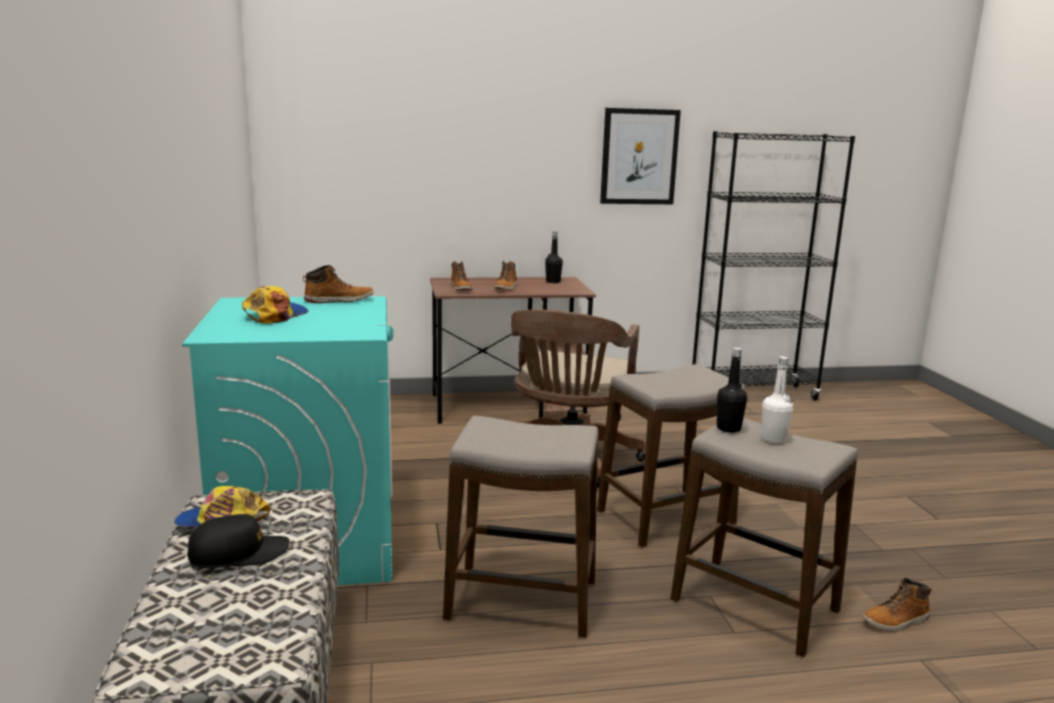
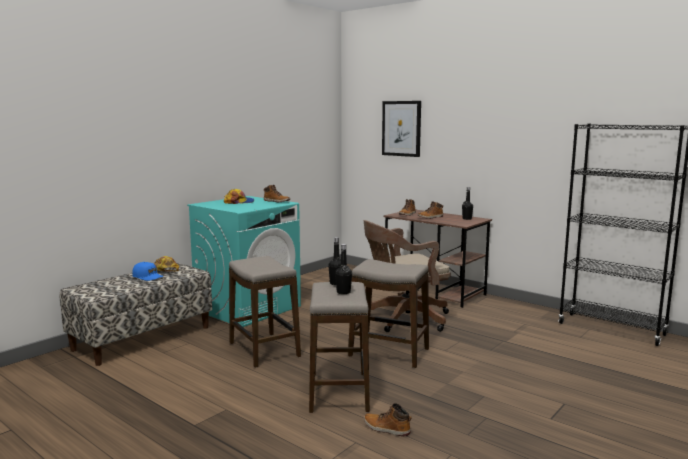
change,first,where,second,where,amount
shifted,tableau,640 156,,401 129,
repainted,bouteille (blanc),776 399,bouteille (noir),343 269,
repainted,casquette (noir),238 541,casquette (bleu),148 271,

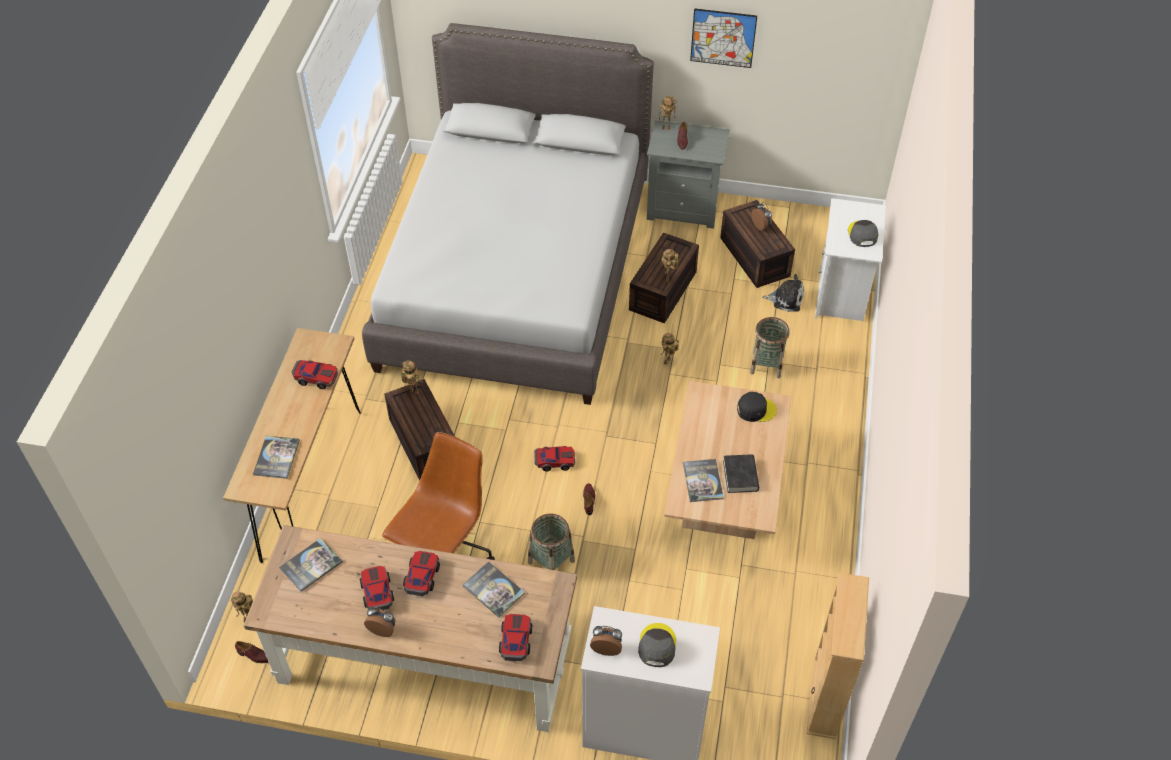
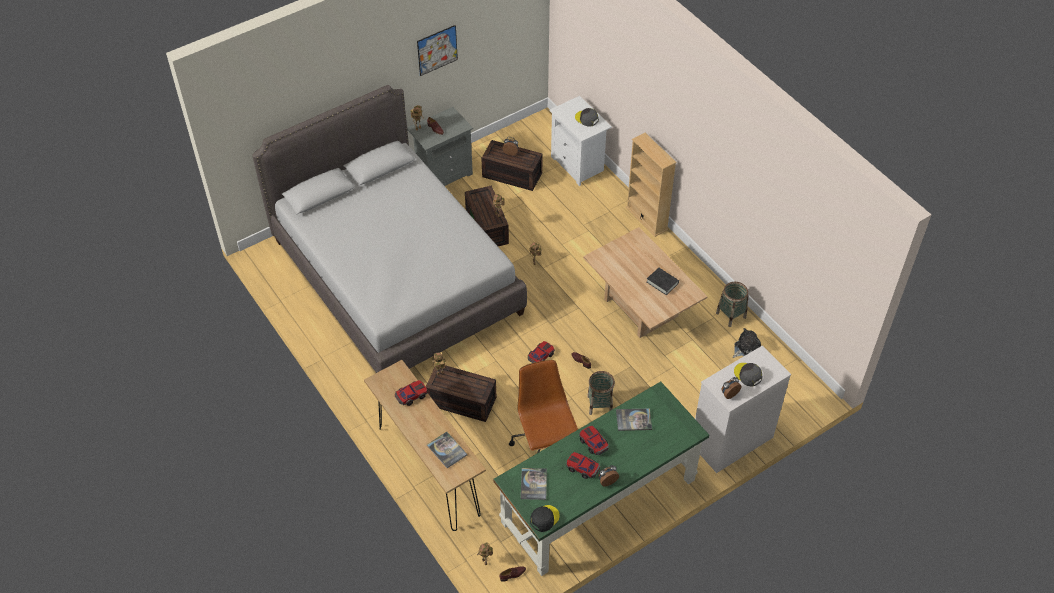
change,first,where,second,where,amount
shifted,peluche,783 293,,747 343,
shifted,panier,770 347,,732 304,
shifted,casquette (noir),757 407,,545 518,
gone,livre,703 480,,,
repainted,bureau (marron),410 628,bureau (vert),601 479,
shifted,bibliothèque (beige),838 655,,651 185,
gone,petite voiture,515 637,,,

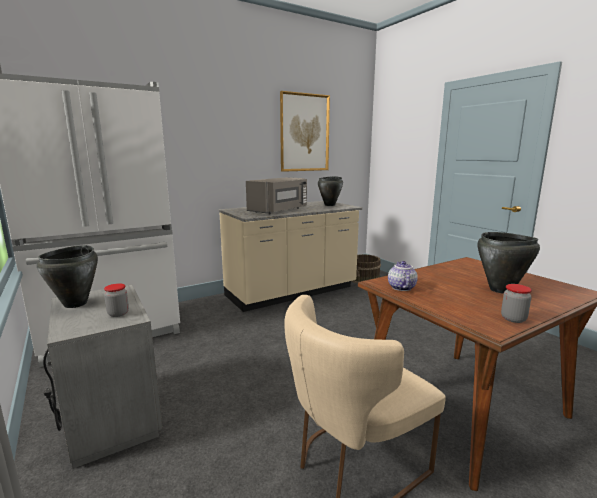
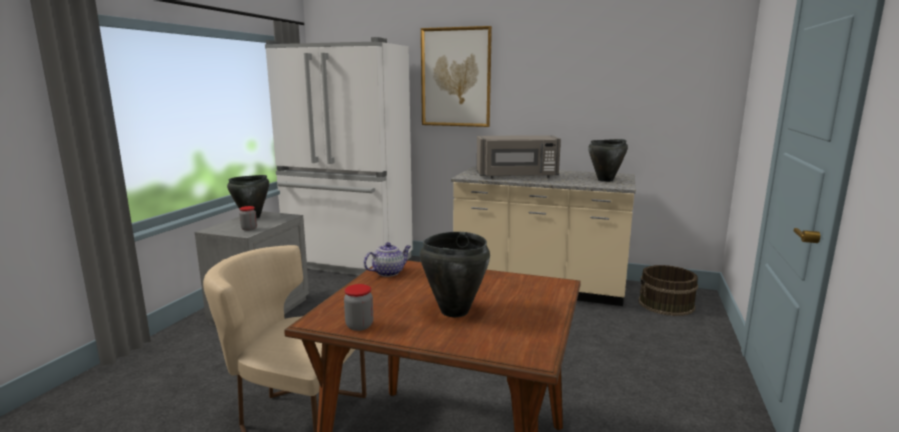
change,first,where,second,where,amount
shifted,tableau,305 131,,456 76,

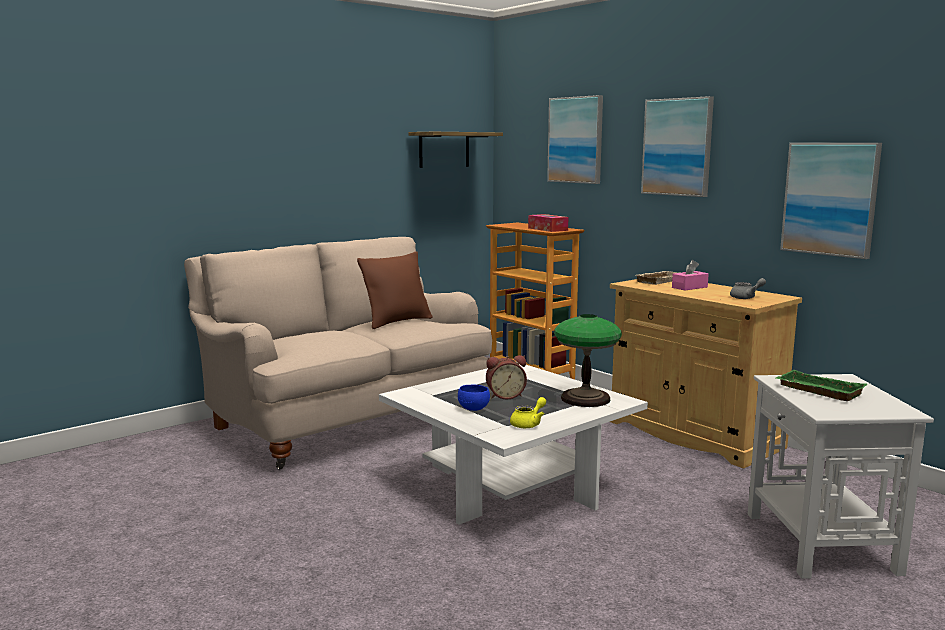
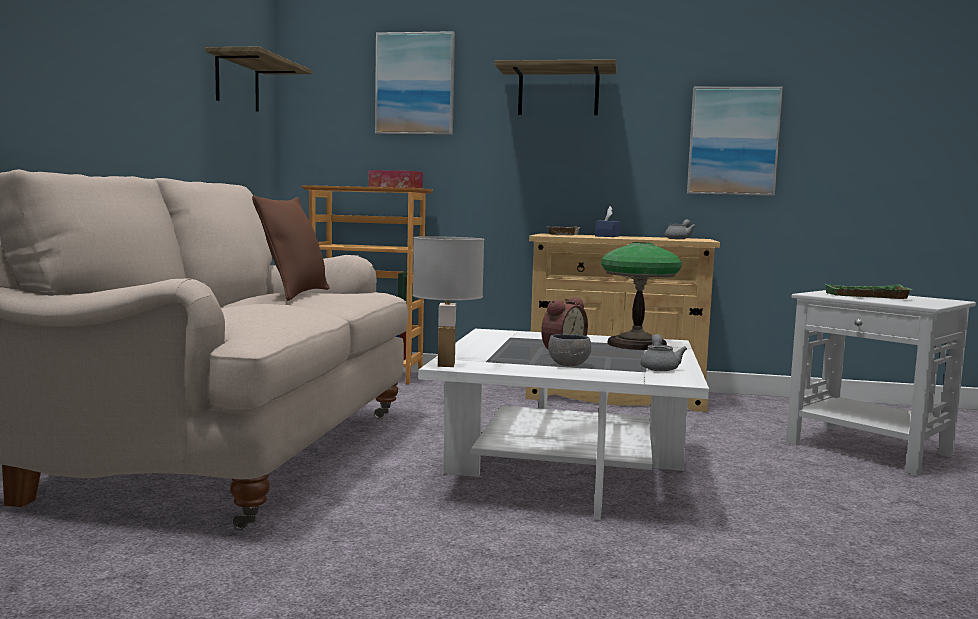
change,first,where,second,where,amount
swapped,tableau,677 146,étagère,555 87,
repainted,boîte à mouchoirs (rose),690 275,boîte à mouchoirs (bleu),607 221,
repainted,bol (bleu),474 398,bol (gris),569 350,
repainted,théière (jaune),528 412,théière (gris),663 352,
new,,,lampe de table (blanc),448 301,

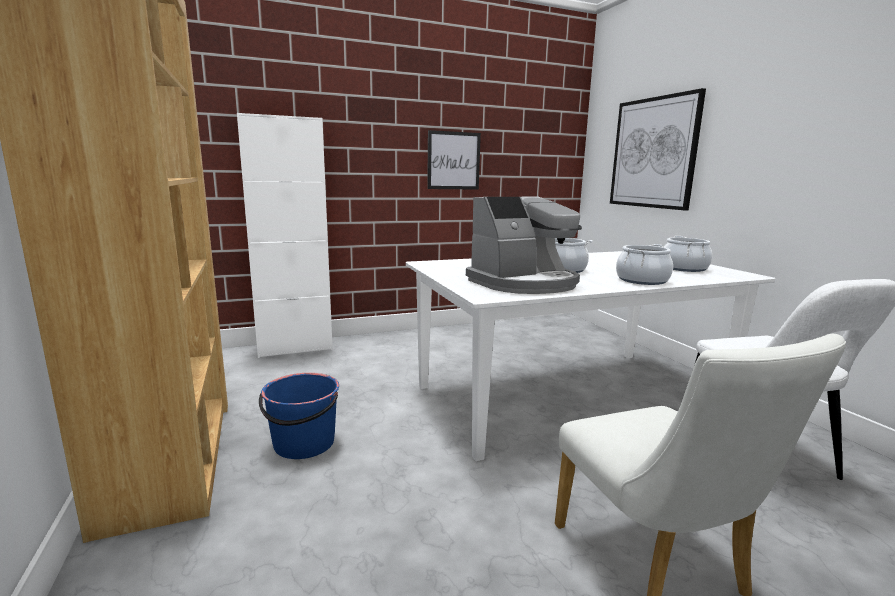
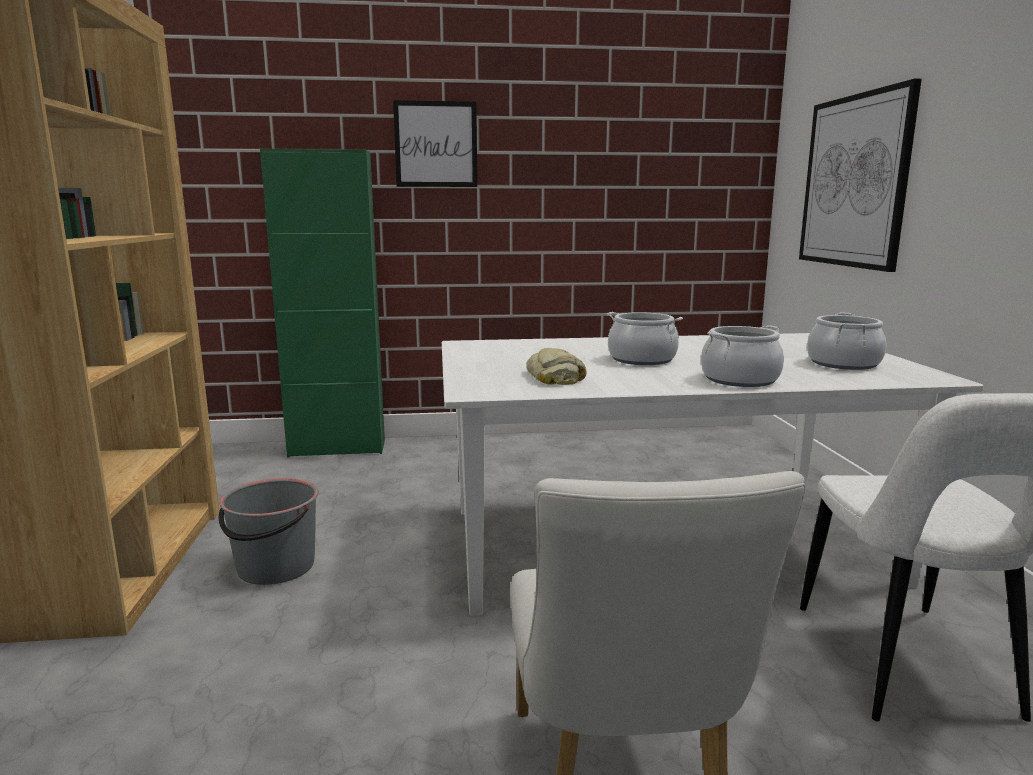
change,first,where,second,where,amount
repainted,meuble de rangement (blanc),285 235,meuble de rangement (vert),322 303,
shifted,tableau,454 160,,435 143,
swapped,machine à café,524 245,pain,556 366,
repainted,seau (bleu),299 416,seau (gris),269 531,

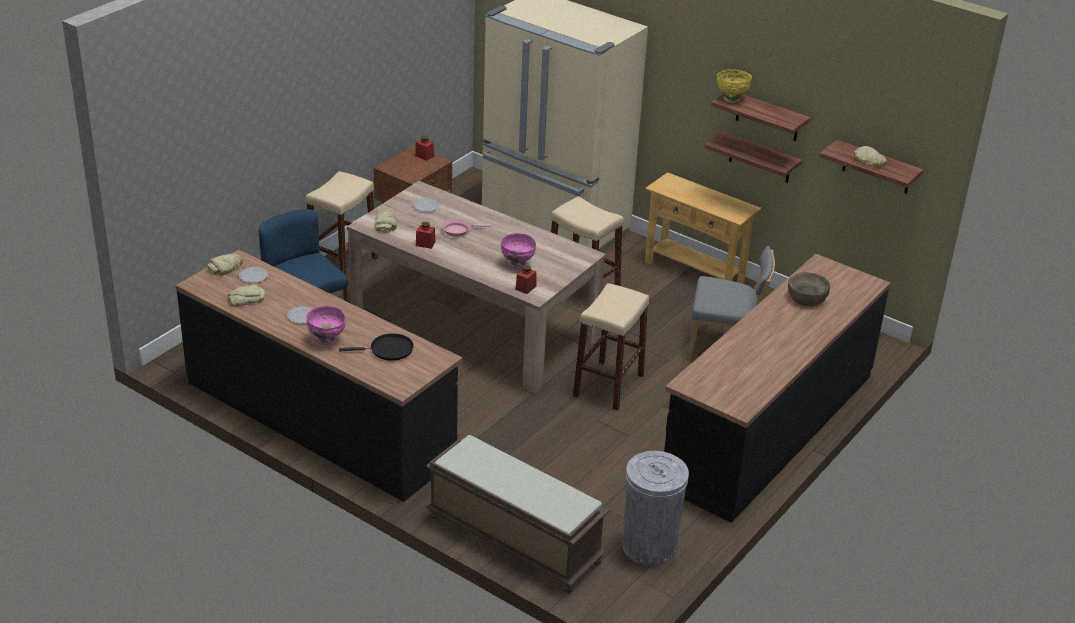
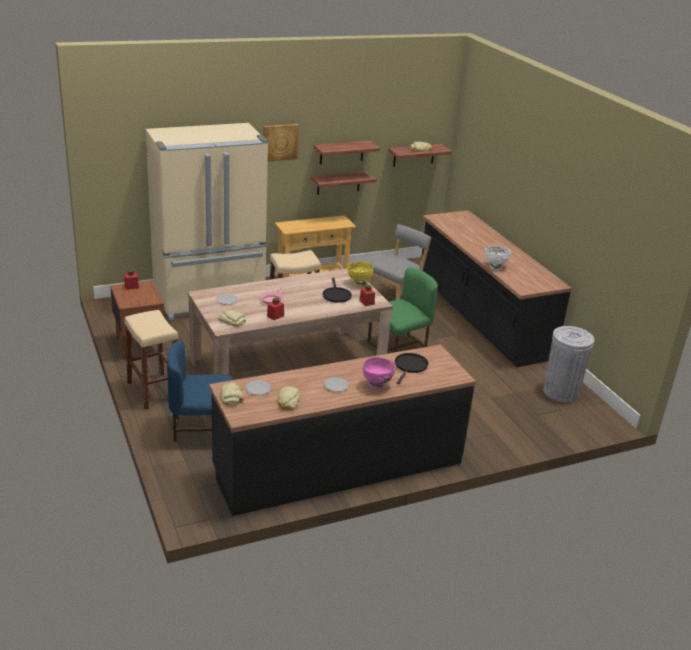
change,first,where,second,where,amount
shifted,bol (jaune),734 86,,360 274,
swapped,bol (rose),518 251,poêle (noir),337 290,
gone,bol (marron),809 289,,,
swapped,tabouret (beige),611 347,chaise (vert),403 310,
gone,banc (marron),518 514,,,
new,,,tableau,281 142,
new,,,bol (blanc),498 258,

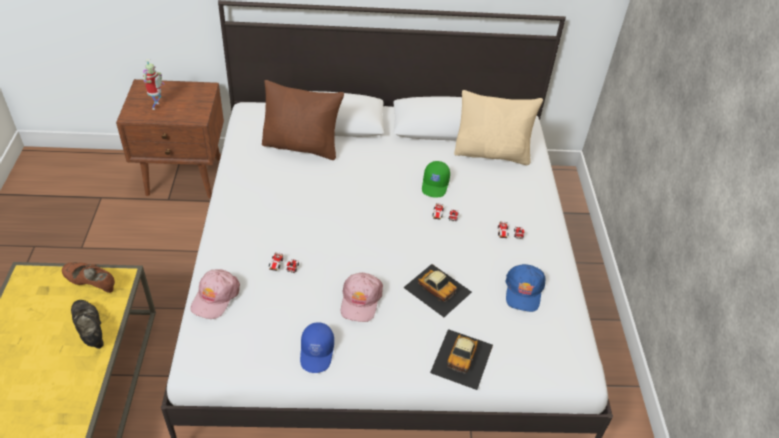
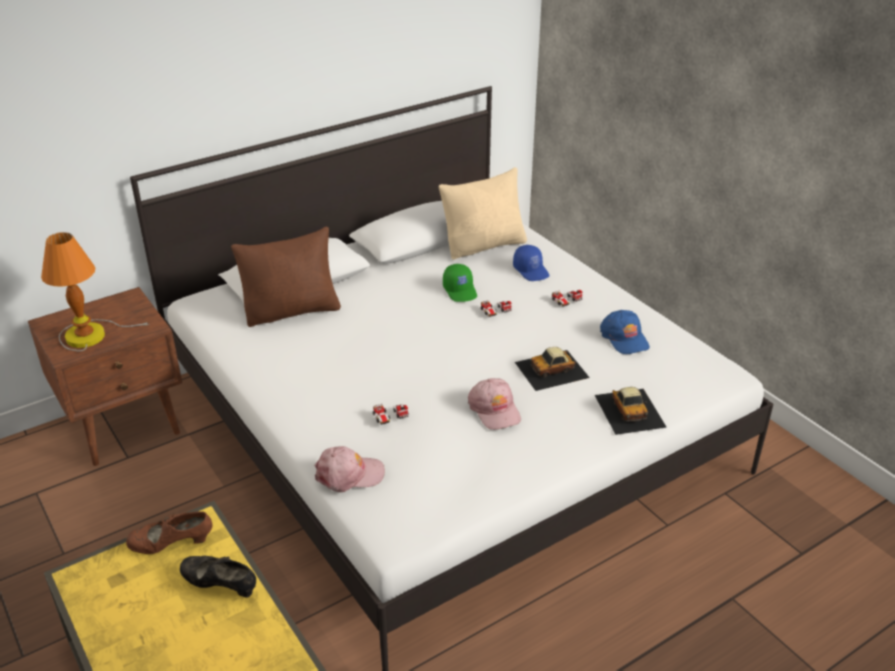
change,first,where,second,where,amount
swapped,robot jouet,153 84,lampe de table,95 291,
rotated,petite voiture,437 290,,552 369,150 degrees clockwise
rotated,casquette (rose),215 294,,349 469,90 degrees counterclockwise
shifted,casquette (bleu),317 347,,531 263,

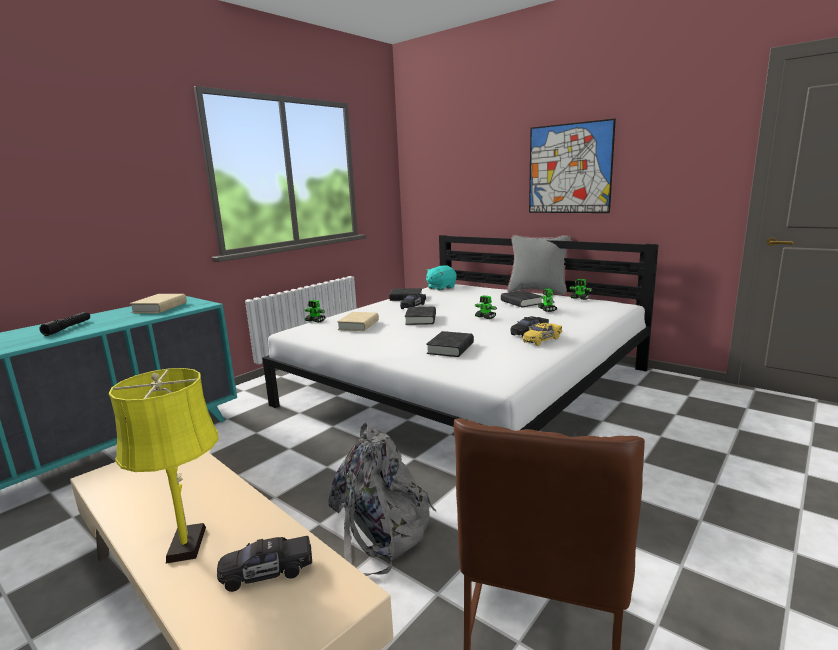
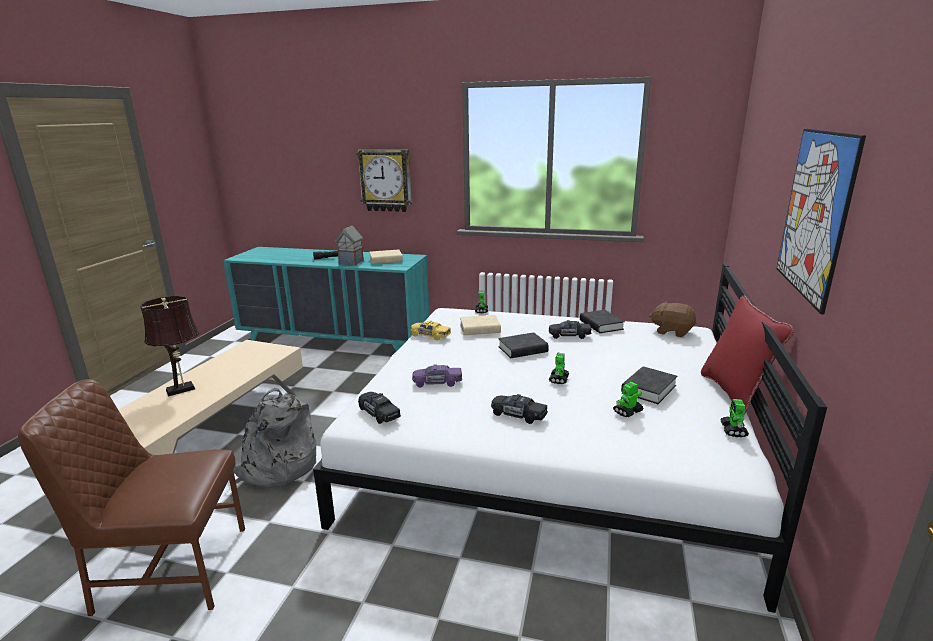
change,first,where,second,where,amount
repainted,coussin (gris),539 265,coussin (rouge),747 355,
repainted,peluche (turquoise),441 278,peluche (marron),672 319,
shifted,petite voiture (jaune),542 334,,431 330,
swapped,livre (noir),450 344,petite voiture (violet),437 376,
repainted,lampe de table (jaune),164 465,lampe de table (marron),169 346,
shifted,petite voiture (noir),264 564,,379 408,
new,,,horloge murale,384 181,
new,,,maison miniature,349 245,

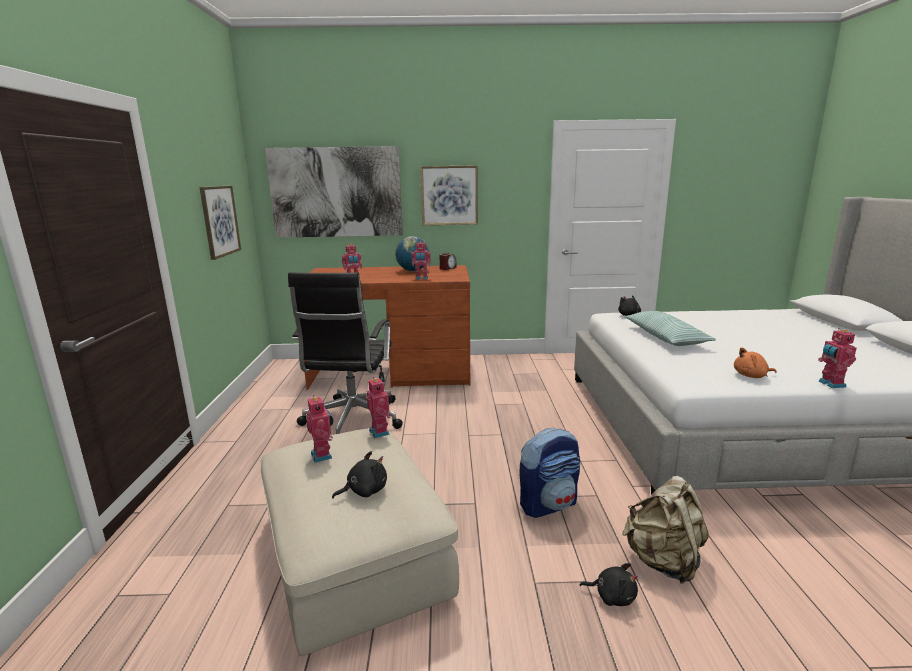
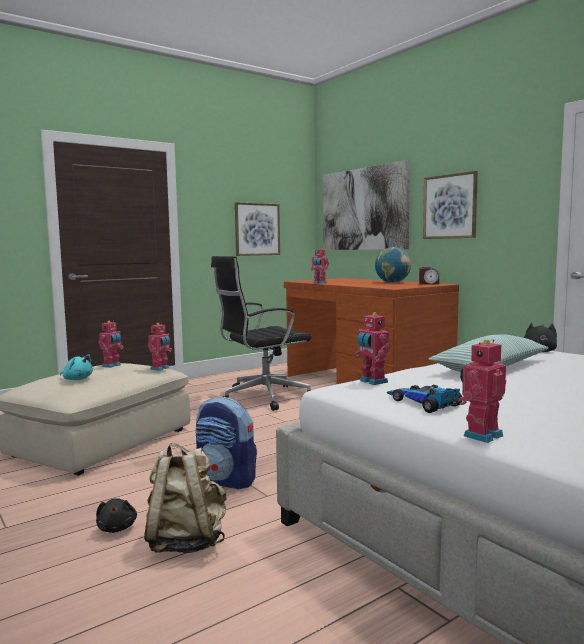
change,first,where,second,where,amount
shifted,robot jouet,421 260,,373 348,
swapped,peluche (orange),755 362,petite voiture,425 399,
repainted,peluche (noir),359 475,peluche (turquoise),76 367,

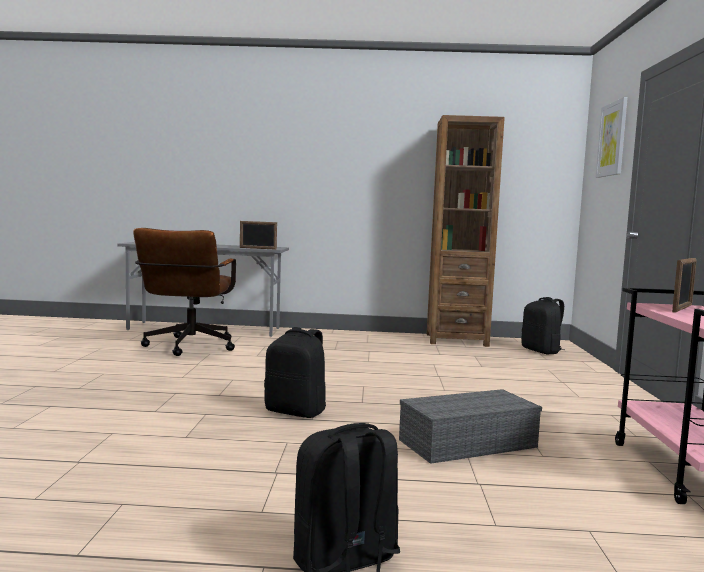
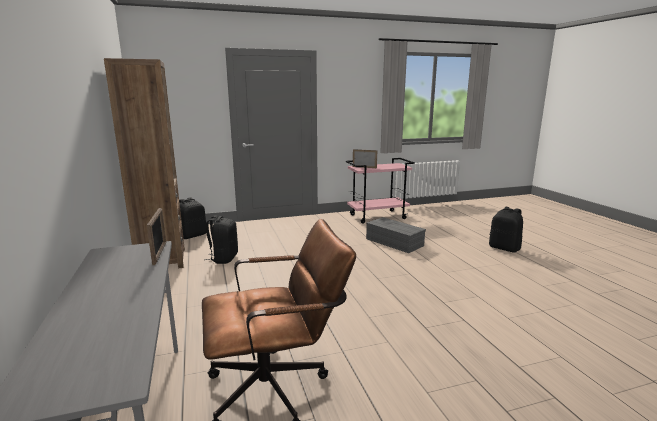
change,first,where,second,where,amount
gone,tableau,612 137,,,
shifted,sac à dos (noir),295 372,,221 239,

